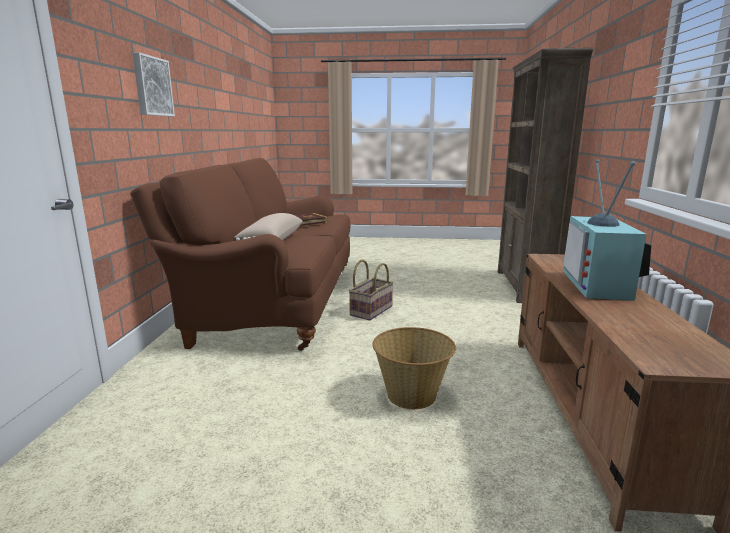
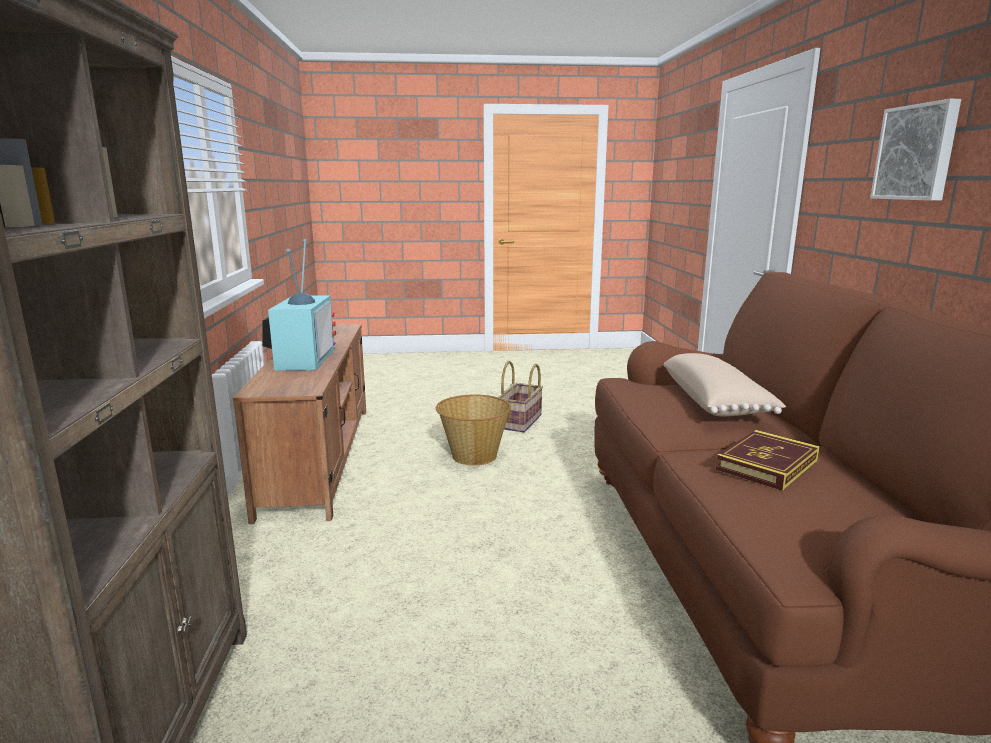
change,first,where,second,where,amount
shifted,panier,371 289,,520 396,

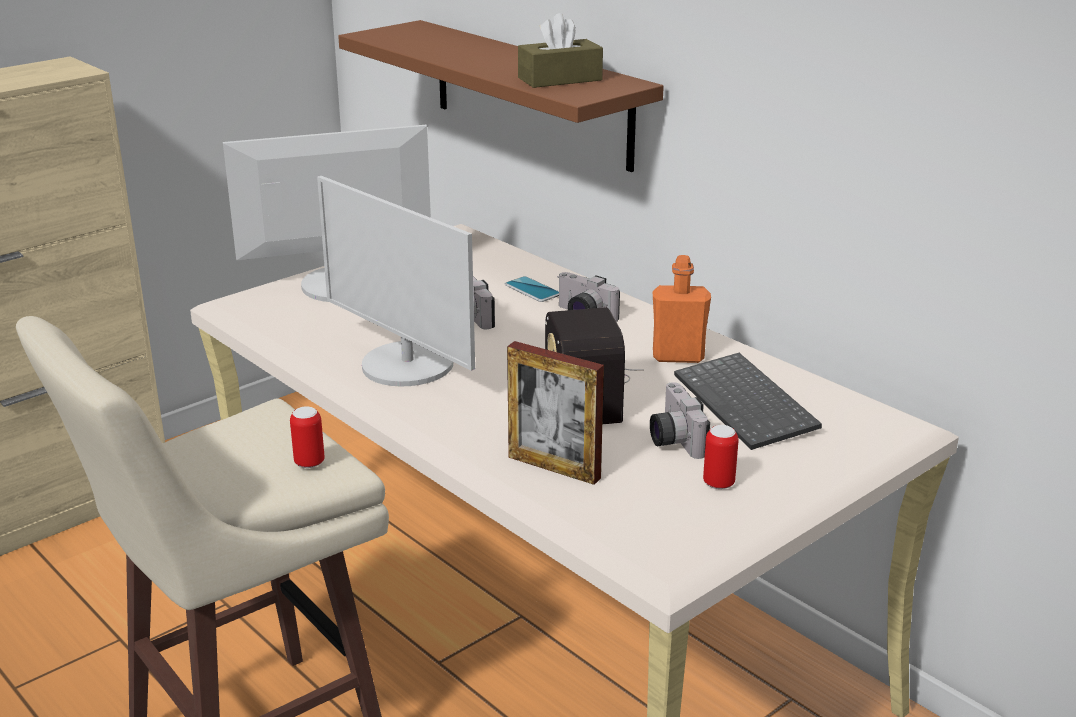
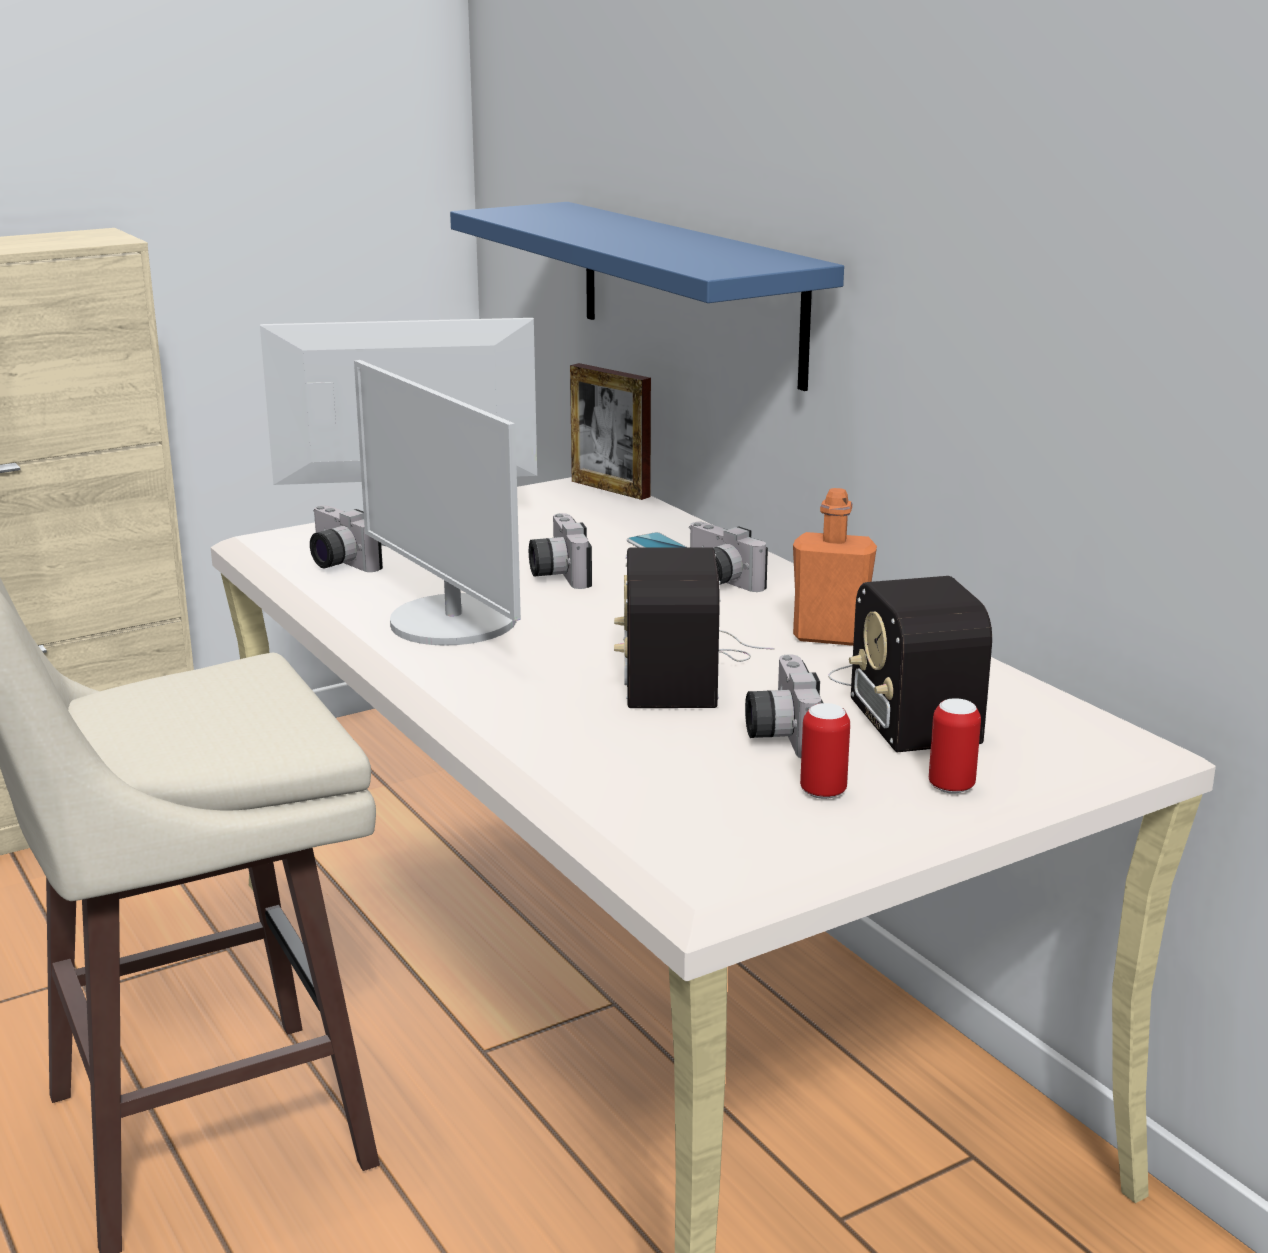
change,first,where,second,where,amount
gone,boîte à mouchoirs (marron),560 50,,,
repainted,étagère (marron),501 96,étagère (bleu),647 296,
shifted,cadre photo,555 413,,610 431,
swapped,clavier,748 401,radio,910 664,
shifted,boîte métallique,307 437,,955 746,
new,,,appareil photo,346 538,

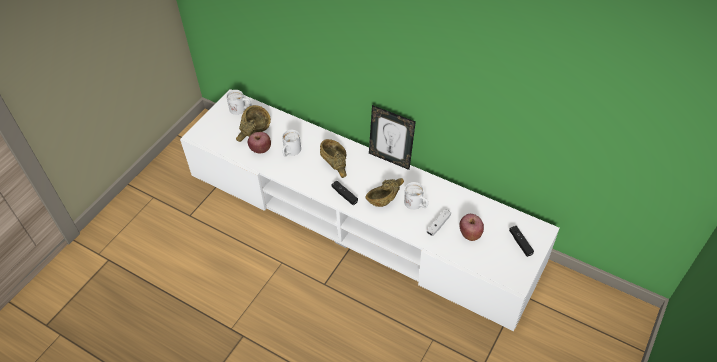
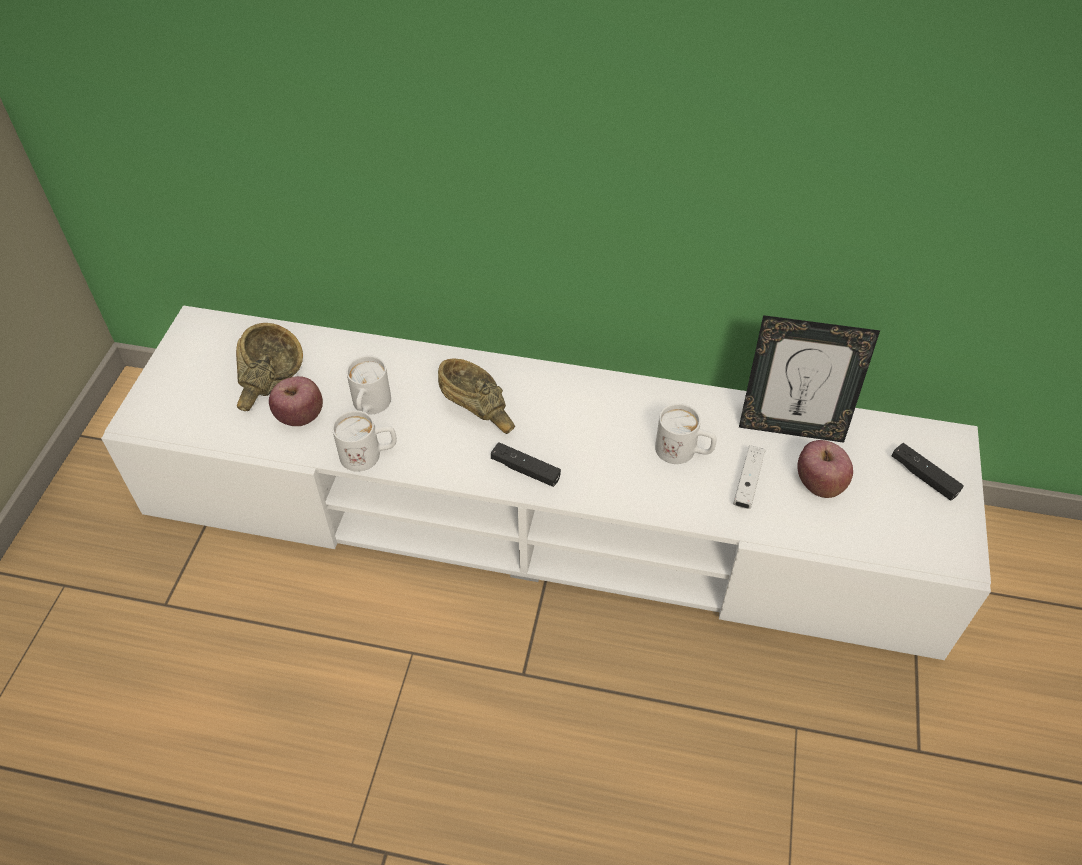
change,first,where,second,where,amount
shifted,mug (blanc),238 102,,364 441,
shifted,cadre photo,392 137,,809 379,
gone,bol (marron),384 192,,,

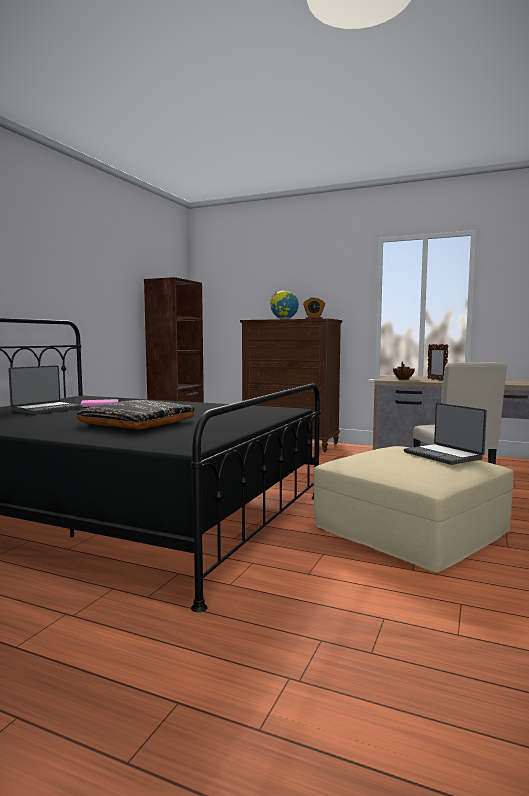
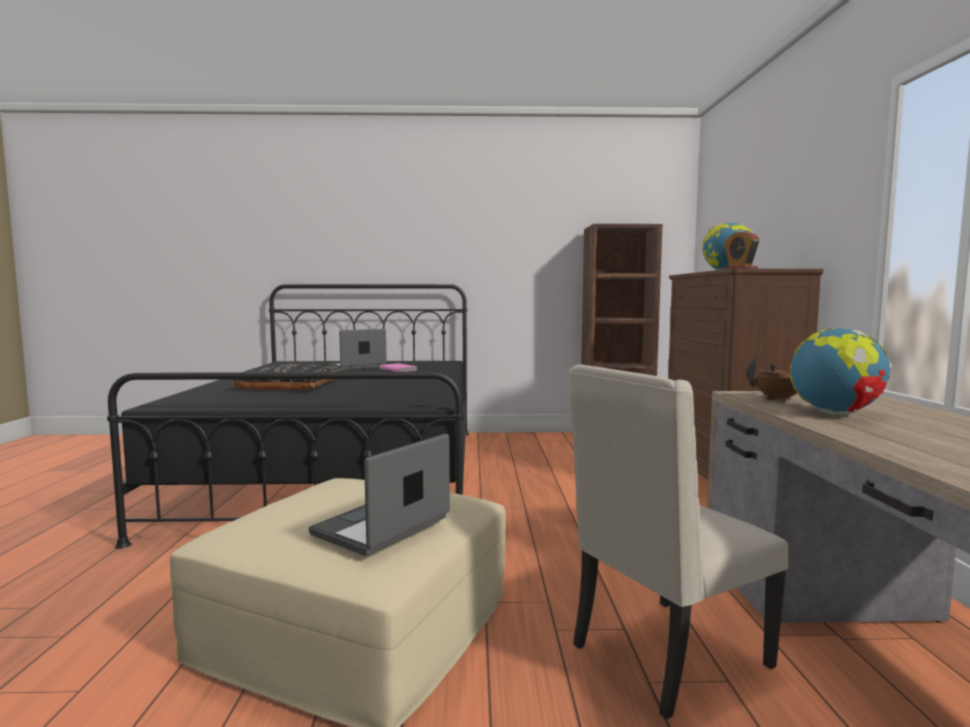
change,first,where,second,where,amount
swapped,cadre photo,437 362,globe,841 371,
rotated,ordinateur portable,45 389,,357 349,135 degrees clockwise

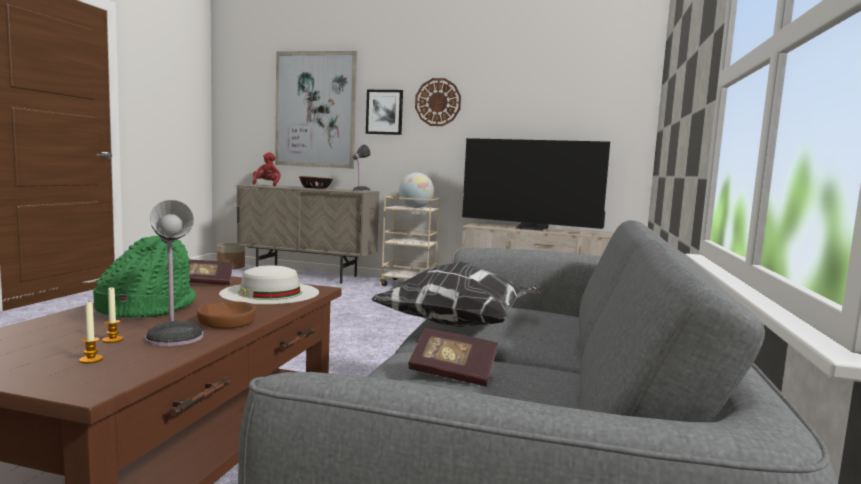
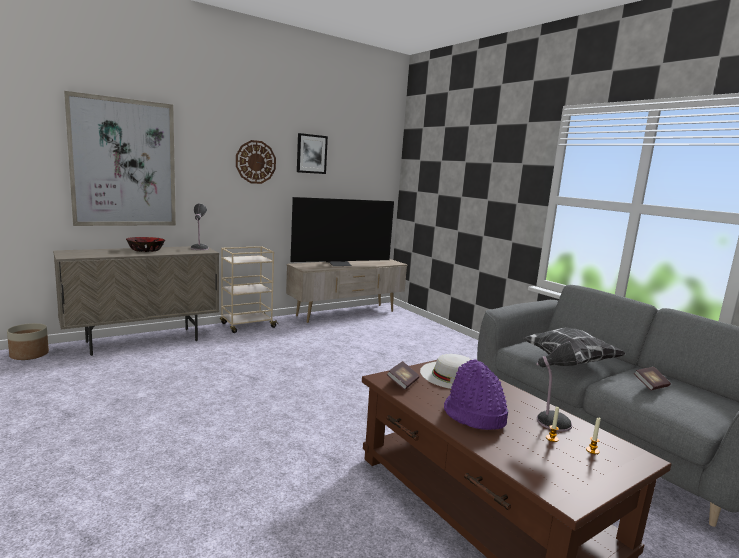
change,first,where,second,where,amount
shifted,tableau,384 112,,312 153,
gone,peluche (rouge),266 169,,,
gone,globe,416 190,,,
repainted,chapeau (vert),144 277,chapeau (violet),476 395,
gone,bol (marron),226 315,,,

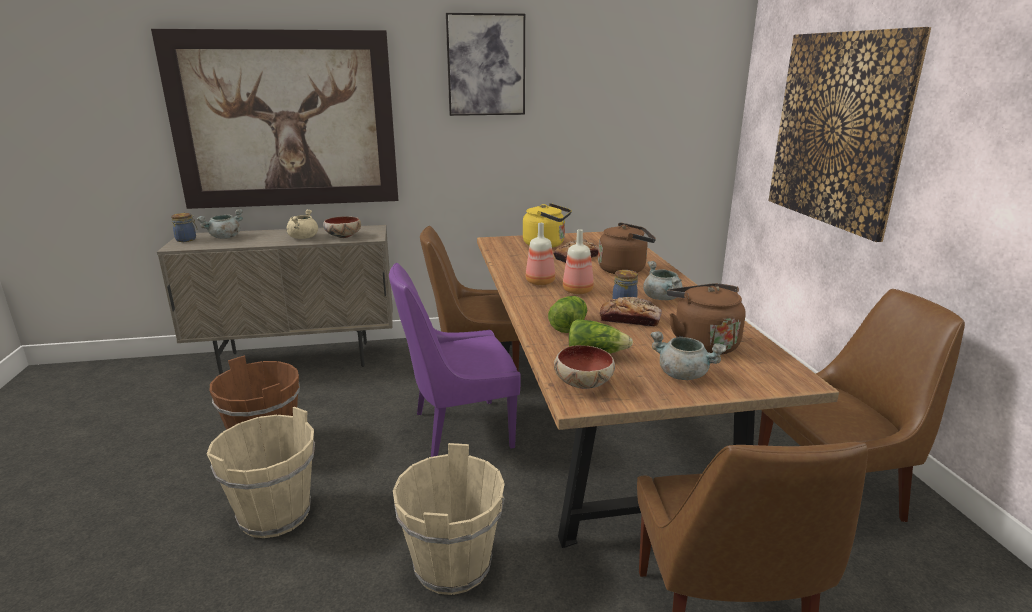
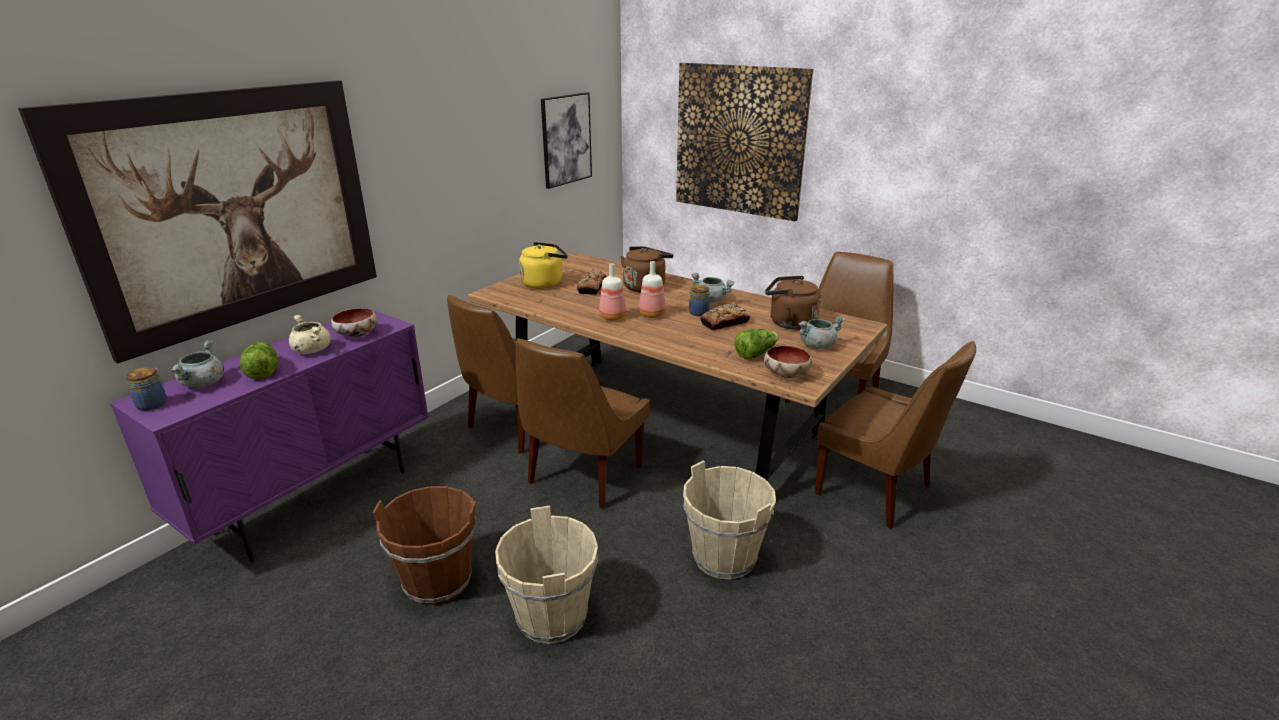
change,first,where,second,where,amount
shifted,tableau,485 64,,566 140,
repainted,meuble de rangement (beige),275 300,meuble de rangement (violet),269 435,
repainted,chaise (violet),455 360,chaise (marron),583 423,
shifted,laitue,567 314,,258 360,

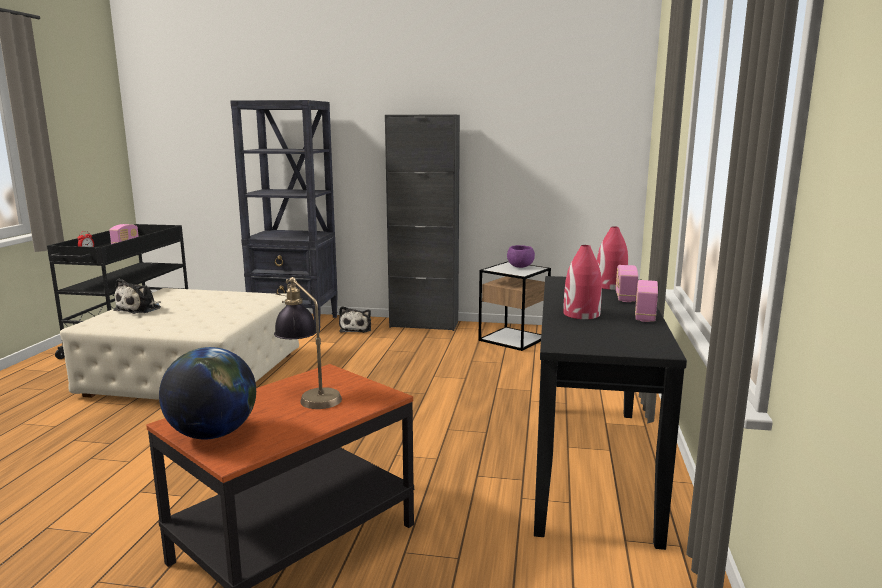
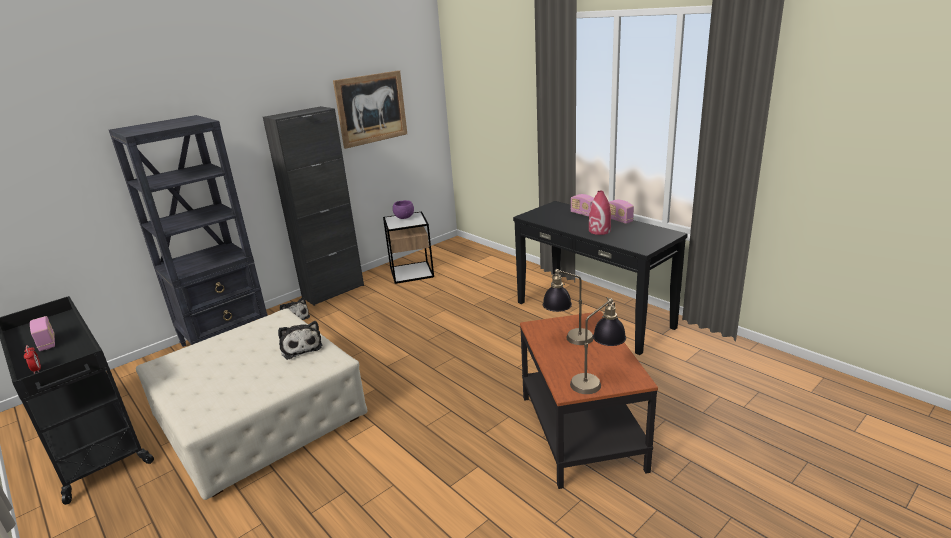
change,first,where,second,where,amount
gone,vase (rouge),612 258,,,
shifted,peluche,137 296,,300 340,
swapped,globe,207 393,lampe de table,598 345,
new,,,tableau,370 109,

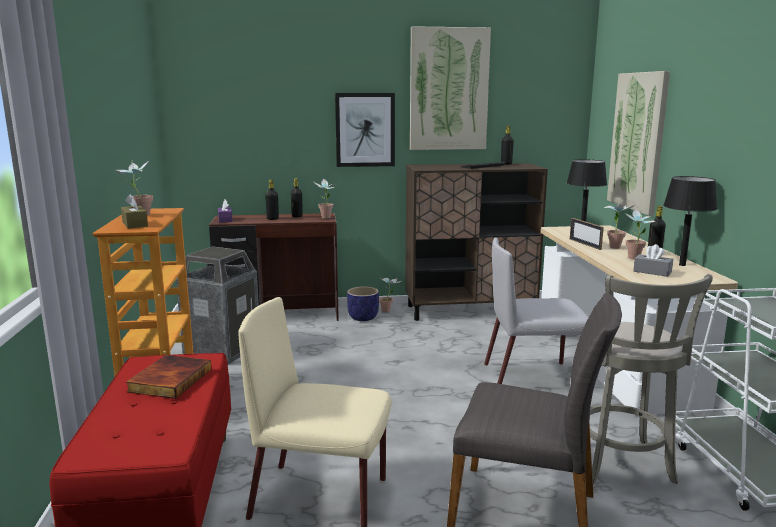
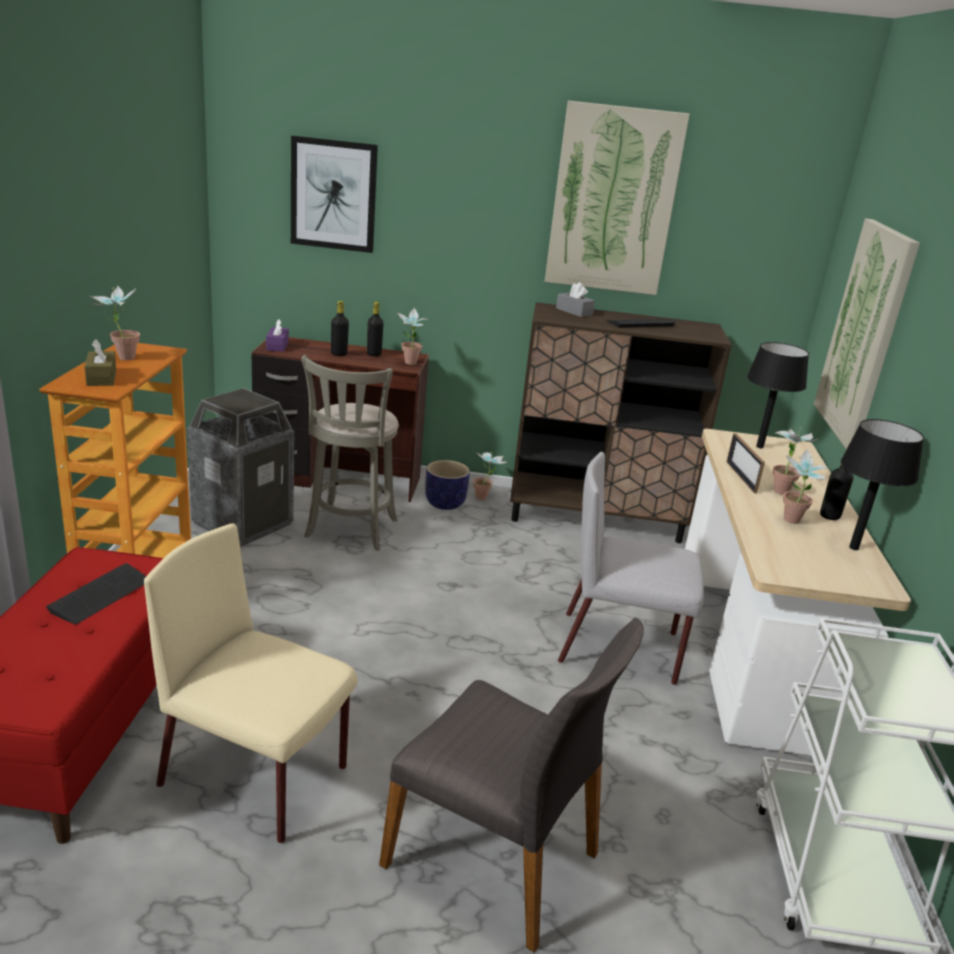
change,first,where,second,where,amount
shifted,tableau,365 130,,334 194,
gone,bouteille (noir),507 145,,,
shifted,boîte à mouchoirs (gris),653 260,,575 300,
shifted,tabouret (gris),651 379,,350 452,
swapped,livre,169 377,clavier,96 593,

